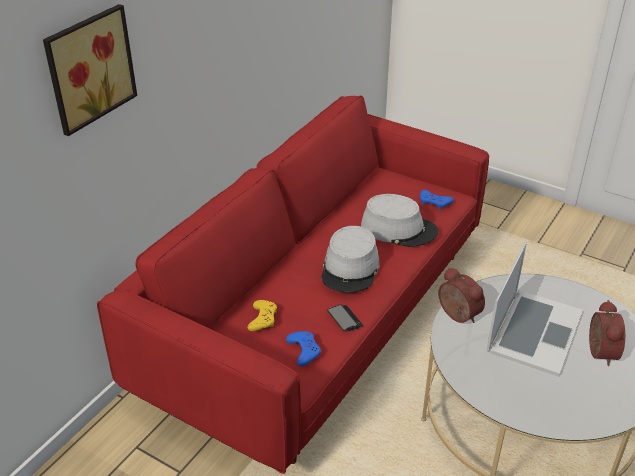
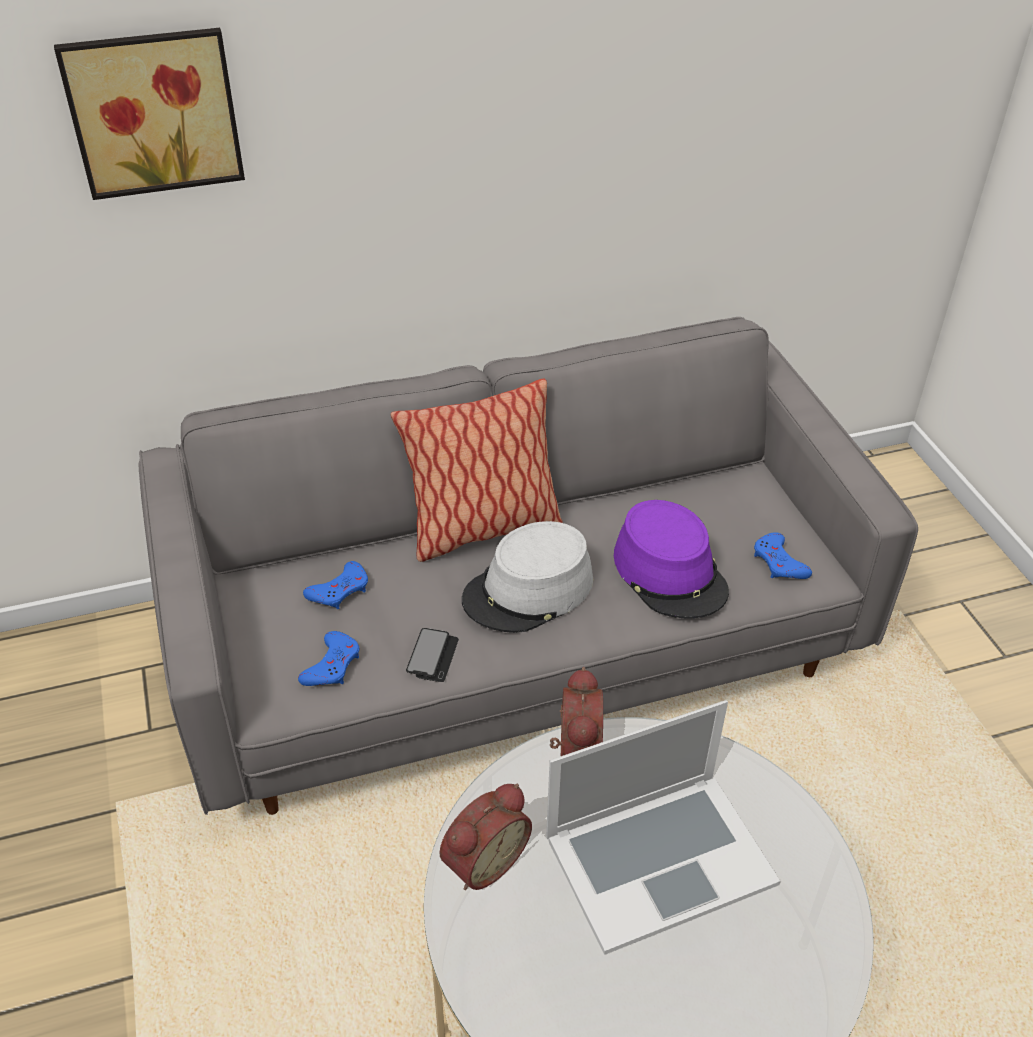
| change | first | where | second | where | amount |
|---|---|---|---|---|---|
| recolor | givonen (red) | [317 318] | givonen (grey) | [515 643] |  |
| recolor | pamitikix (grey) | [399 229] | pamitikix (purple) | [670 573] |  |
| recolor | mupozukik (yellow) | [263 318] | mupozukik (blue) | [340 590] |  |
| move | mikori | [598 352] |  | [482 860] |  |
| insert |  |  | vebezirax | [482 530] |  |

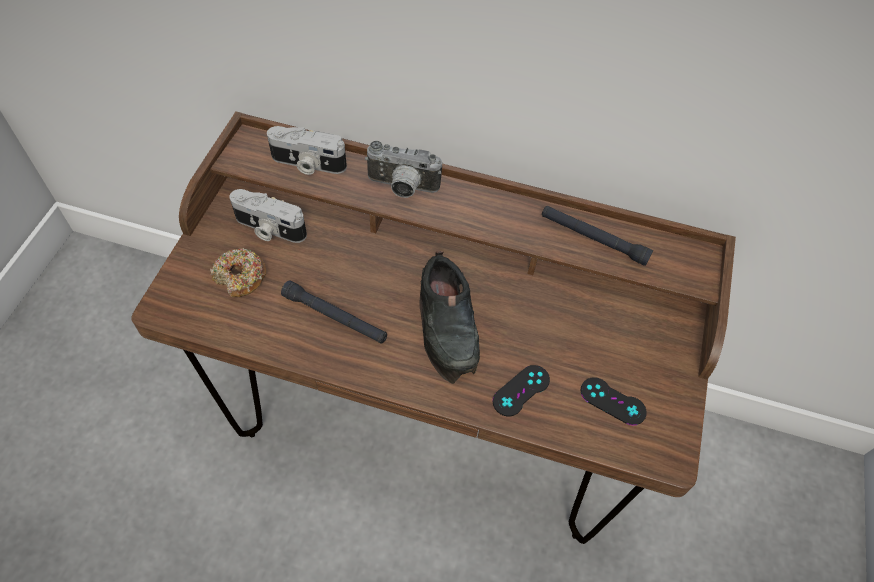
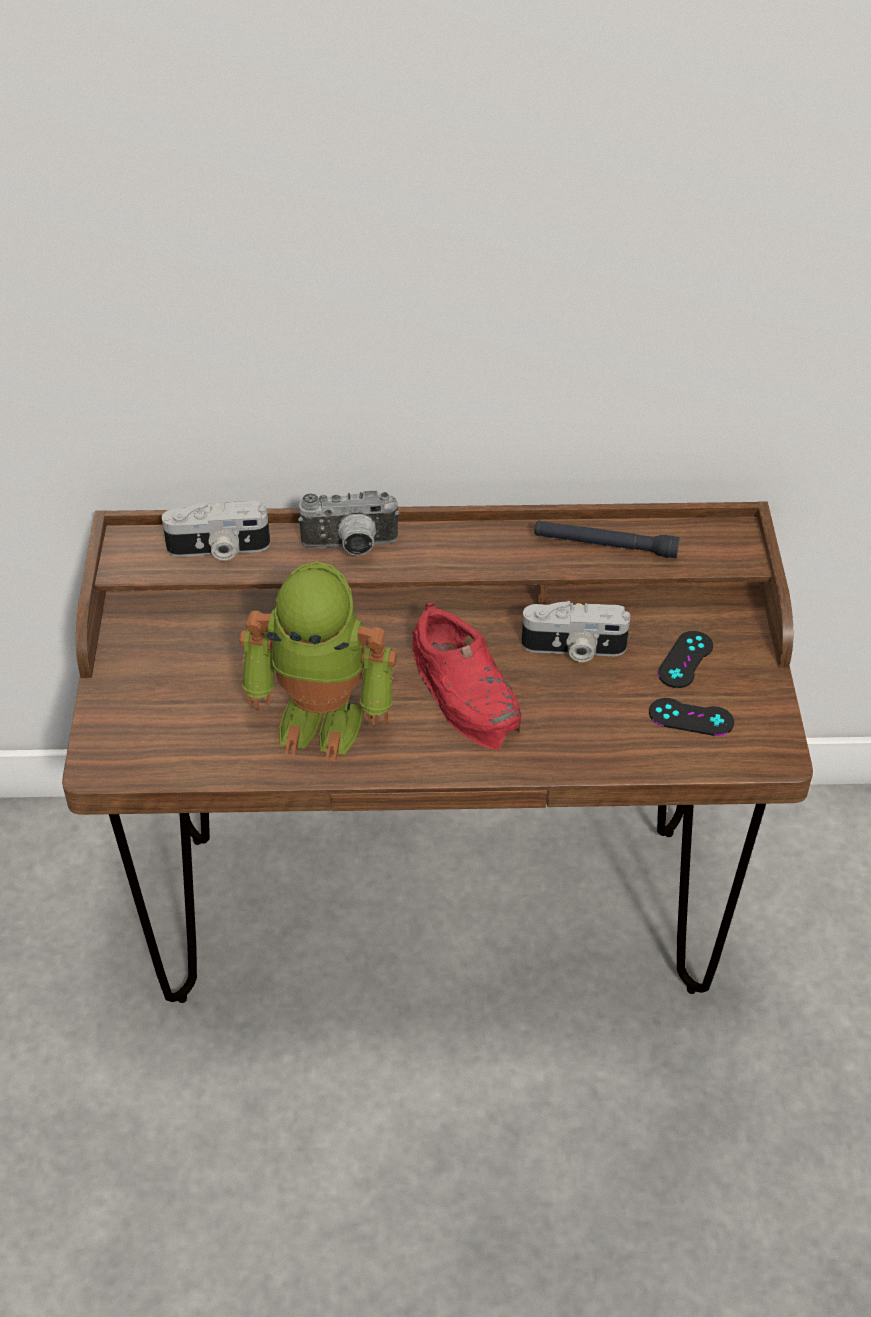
| change | first | where | second | where | amount |
|---|---|---|---|---|---|
| move | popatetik | [269 229] |  | [573 649] |  |
| delete | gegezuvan | [240 278] |  |  |  |
| recolor | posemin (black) | [448 324] | posemin (red) | [466 690] |  |
| replace | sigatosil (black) | [335 317] | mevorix | [323 718] |  |
| move | mupozukik (black) | [521 390] |  | [685 660] |  |

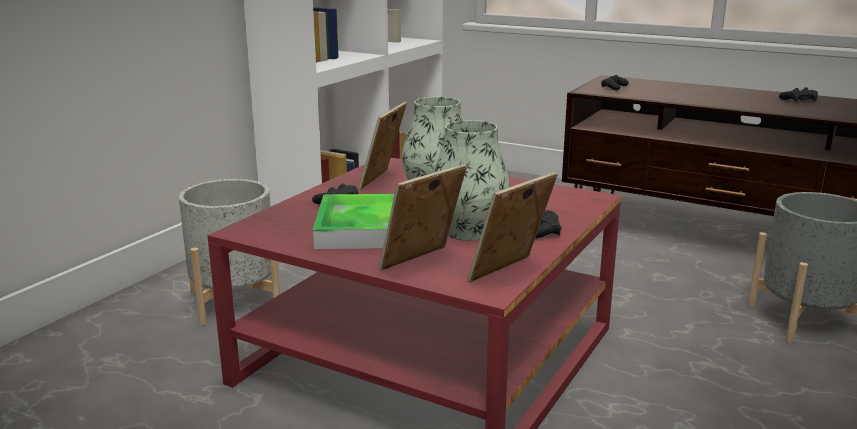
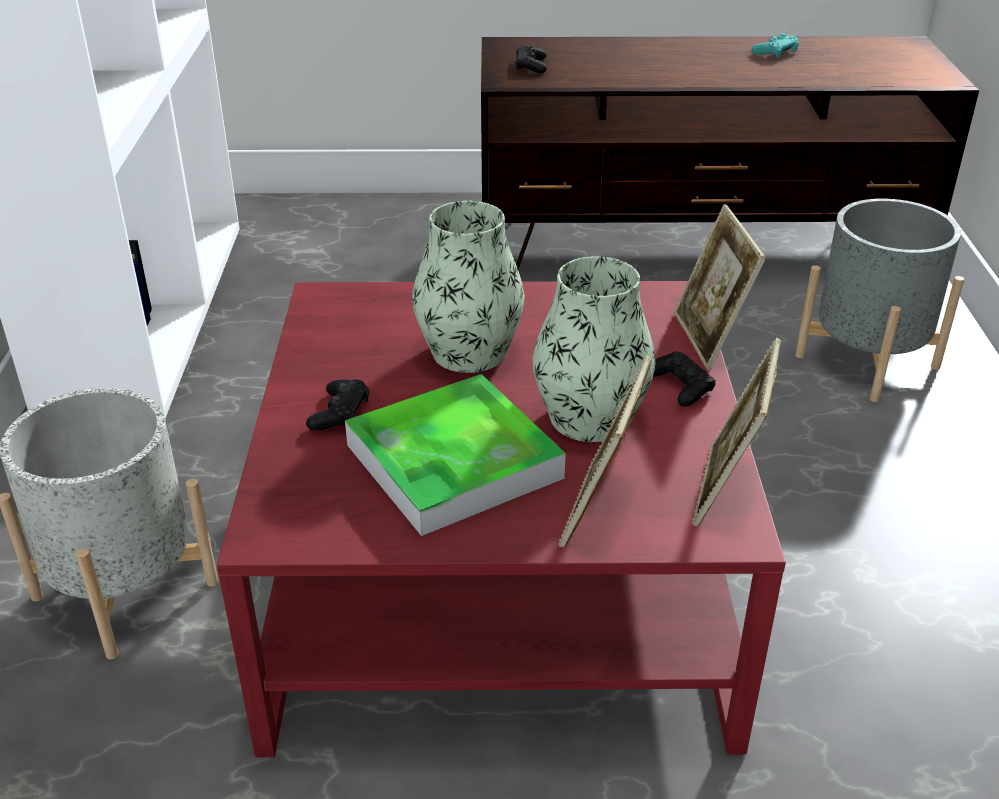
| change | first | where | second | where | amount |
|---|---|---|---|---|---|
| recolor | mupozukik (black) | [798 100] | mupozukik (turquoise) | [775 52] |  |
| move | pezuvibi | [383 181] |  | [710 339] |  |

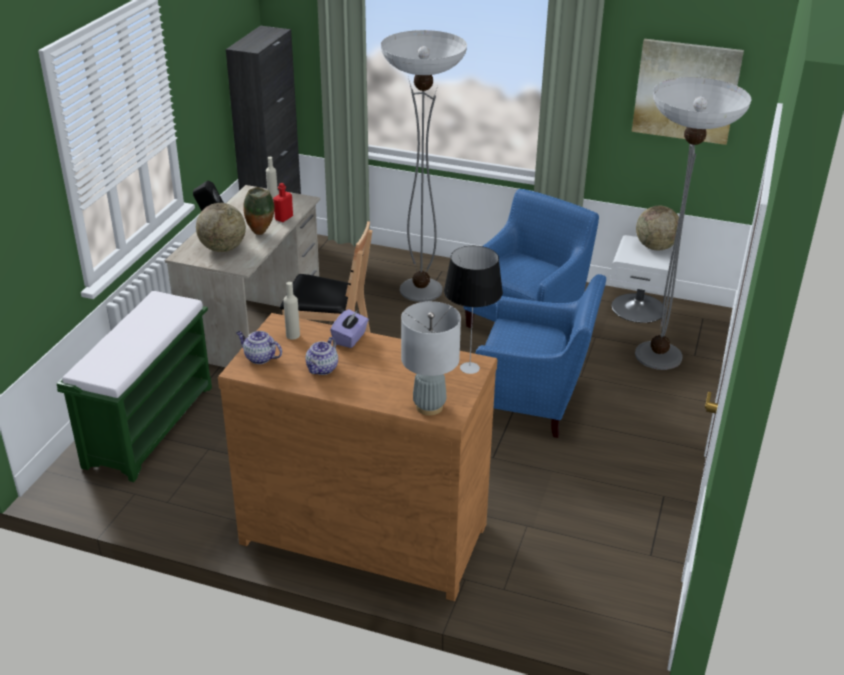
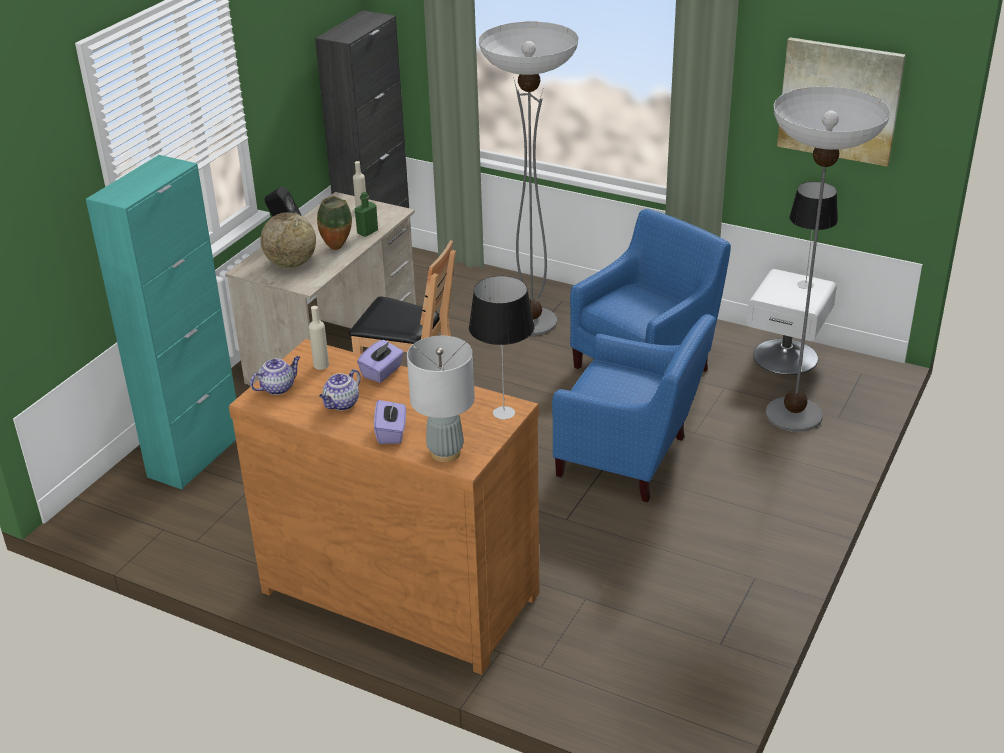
| change | first | where | second | where | amount |
|---|---|---|---|---|---|
| recolor | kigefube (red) | [284 218] | kigefube (green) | [367 232] |  |
| replace | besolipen | [655 247] | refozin | [806 285] |  |
| replace | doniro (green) | [150 425] | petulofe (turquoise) | [195 456] |  |
| rotate | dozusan | [259 358] |  | [278 387] | 105 degrees clockwise |
| insert |  |  | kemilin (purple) | [391 433] |  |

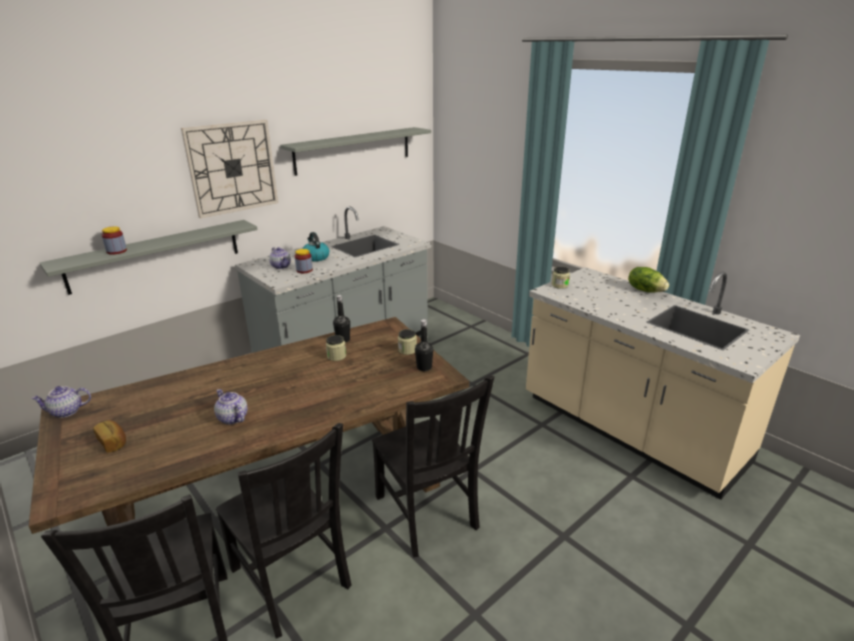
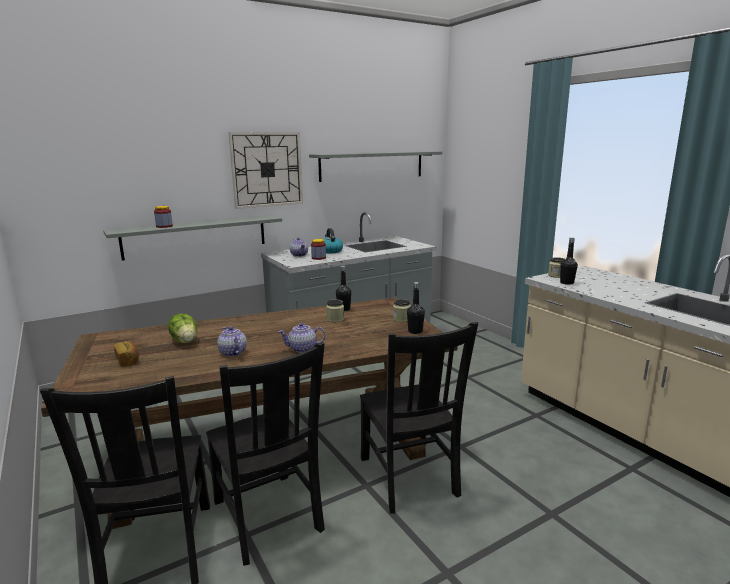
| change | first | where | second | where | amount |
|---|---|---|---|---|---|
| move | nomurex | [645 290] |  | [185 340] |  |
| move | dozusan | [66 412] |  | [302 349] |  |
| insert |  |  | kigefube (black) | [567 283] |  |

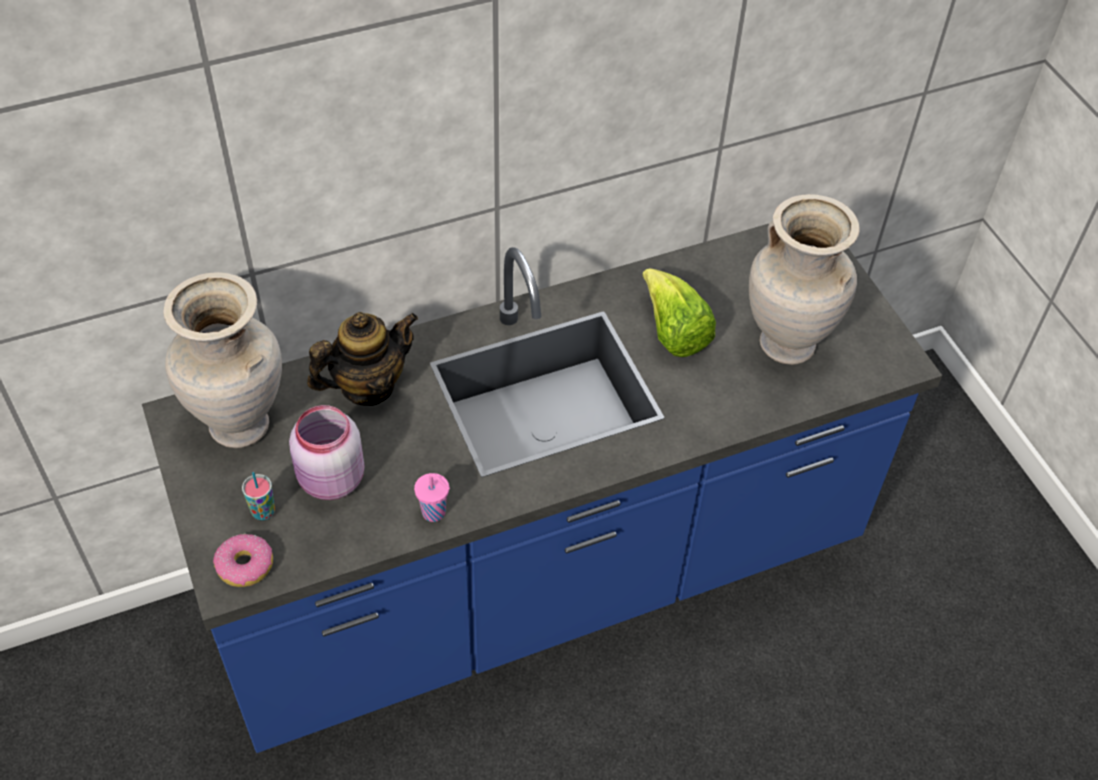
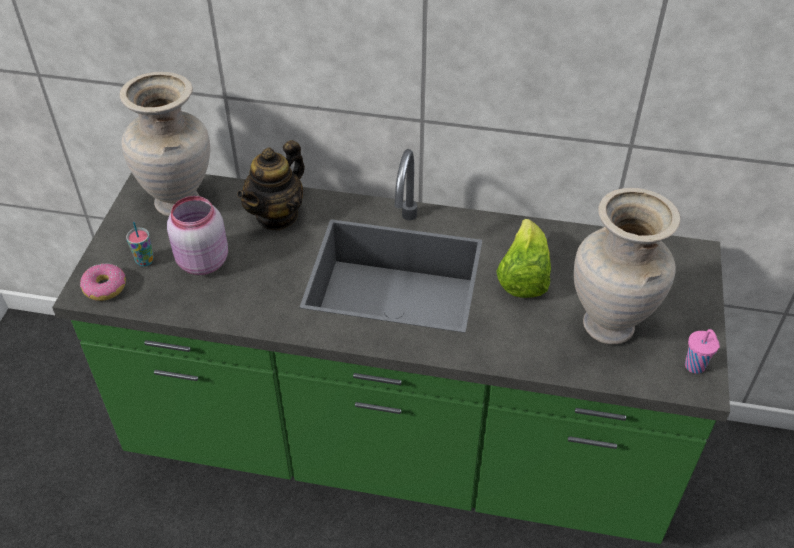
| change | first | where | second | where | amount |
|---|---|---|---|---|---|
| recolor | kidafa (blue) | [541 580] | kidafa (green) | [397 447] |  |
| rotate | dozusan | [367 385] |  | [277 215] | 120 degrees clockwise |
| move | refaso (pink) | [435 513] |  | [695 367] |  |

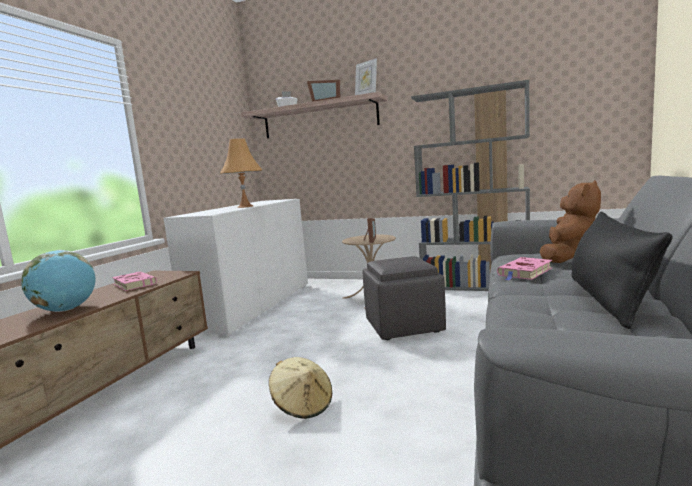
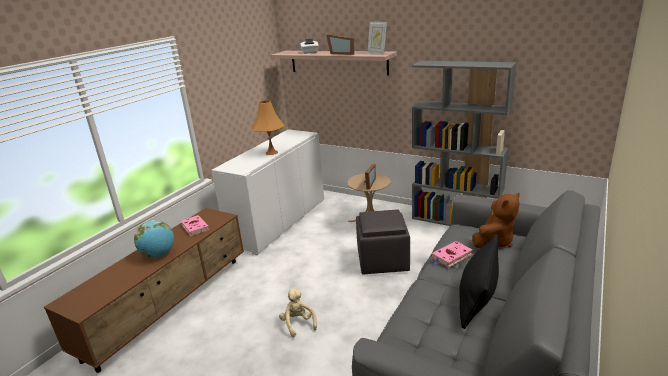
| change | first | where | second | where | amount |
|---|---|---|---|---|---|
| replace | pamitikix (beige) | [303 405] | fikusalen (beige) | [298 324] |  |

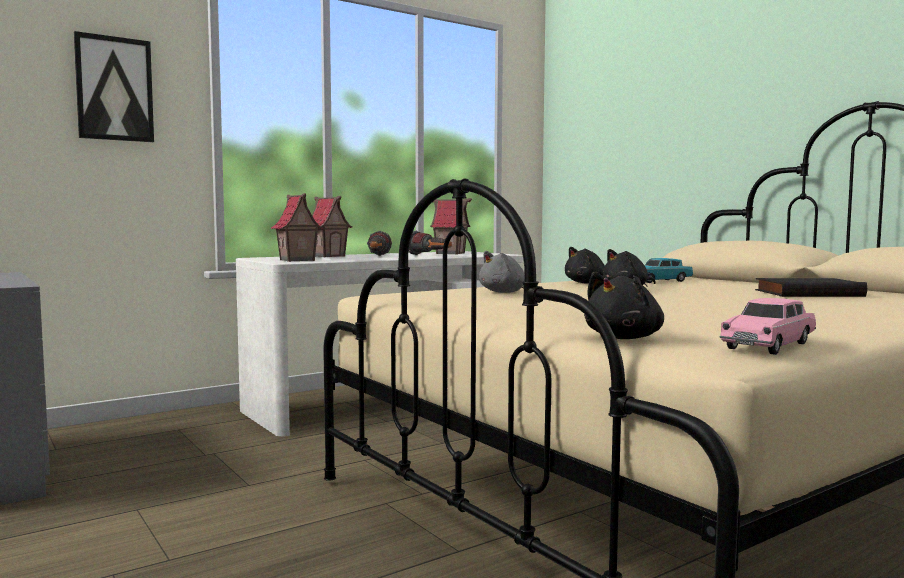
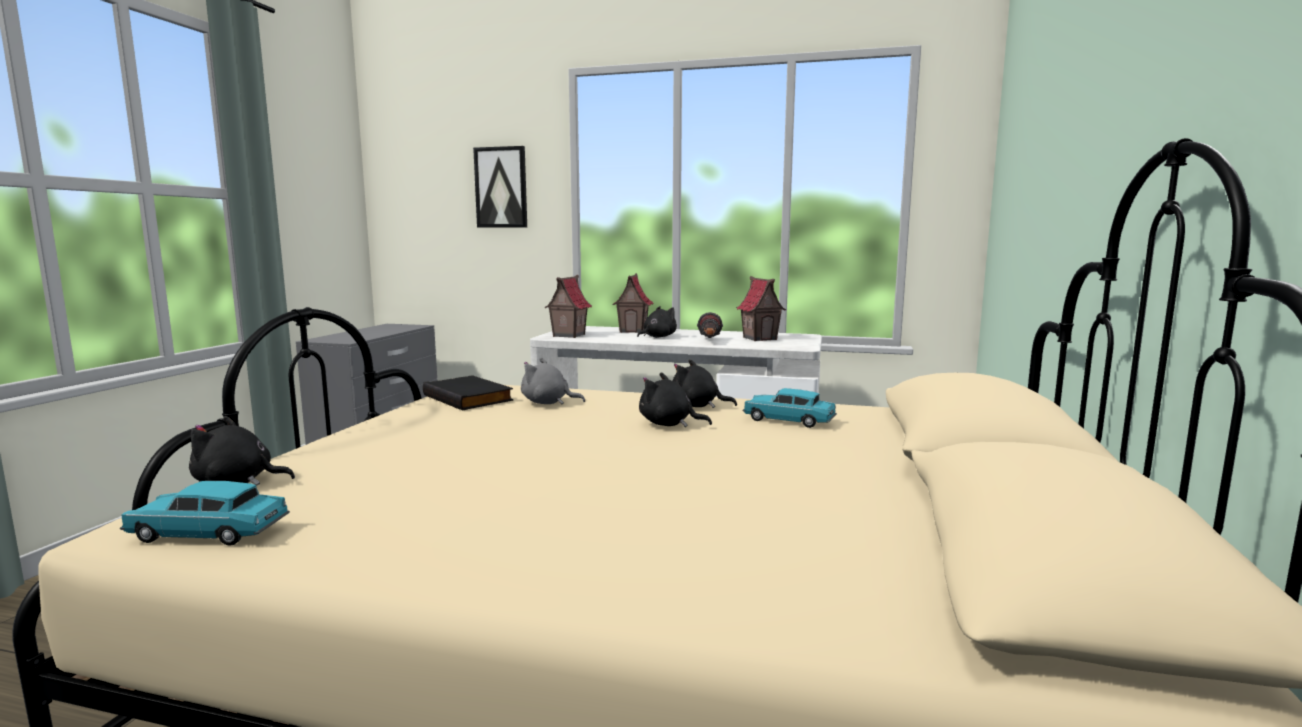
| change | first | where | second | where | amount |
|---|---|---|---|---|---|
| replace | sigatosil | [377 257] | fikusalen (black) | [657 337] |  |
| move | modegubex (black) | [808 293] |  | [470 398] |  |
| recolor | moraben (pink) | [769 346] | moraben (turquoise) | [209 534] |  |

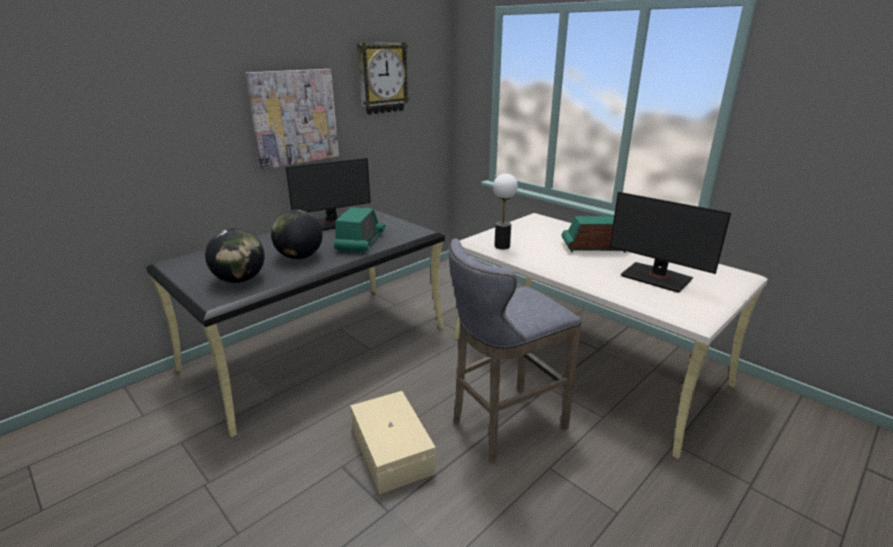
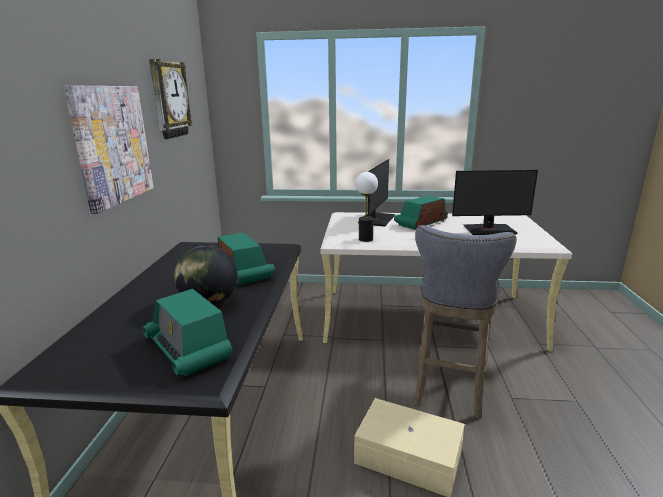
| change | first | where | second | where | amount |
|---|---|---|---|---|---|
| move | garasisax | [333 223] |  | [376 219] |  |
| replace | besolipen | [240 280] | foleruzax | [188 349] |  |

